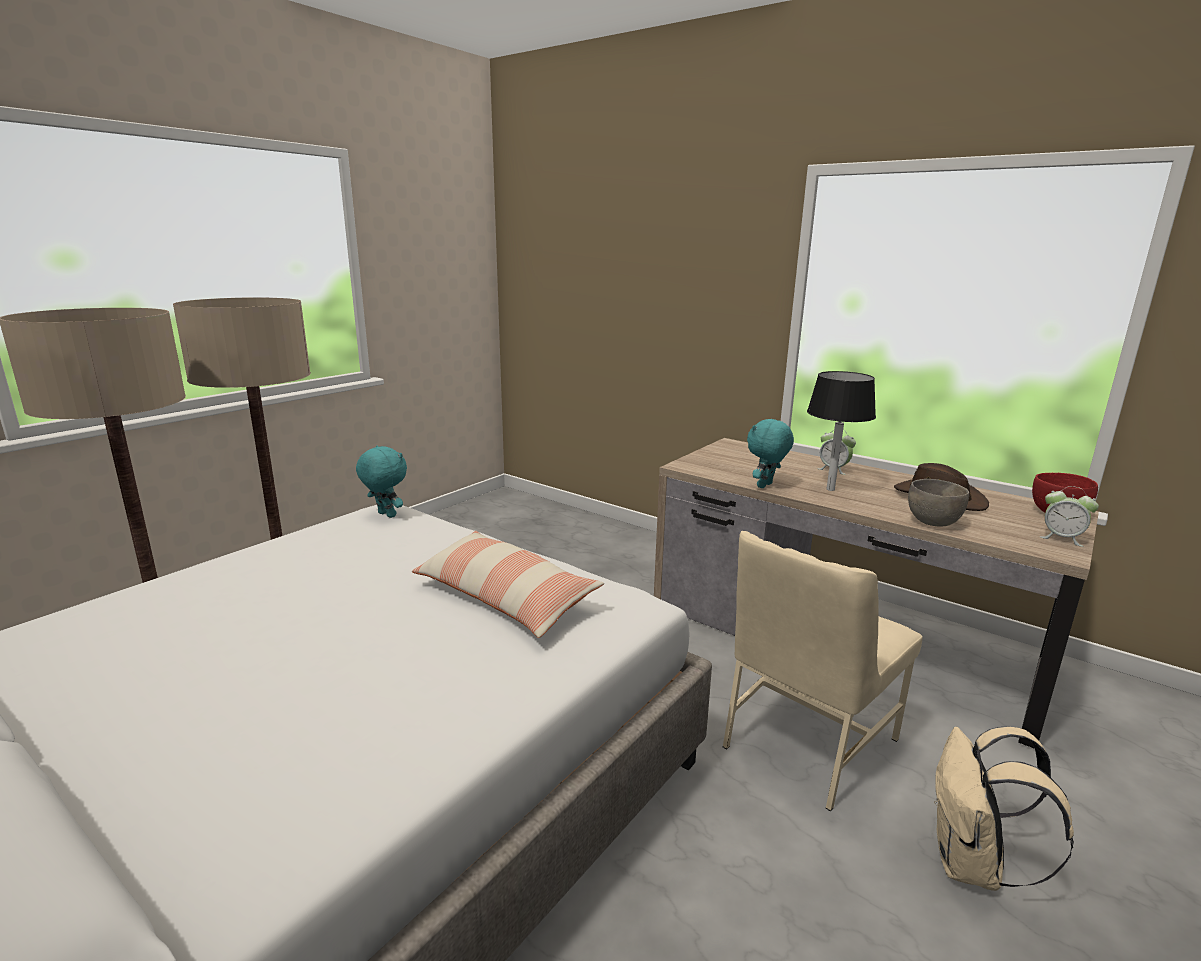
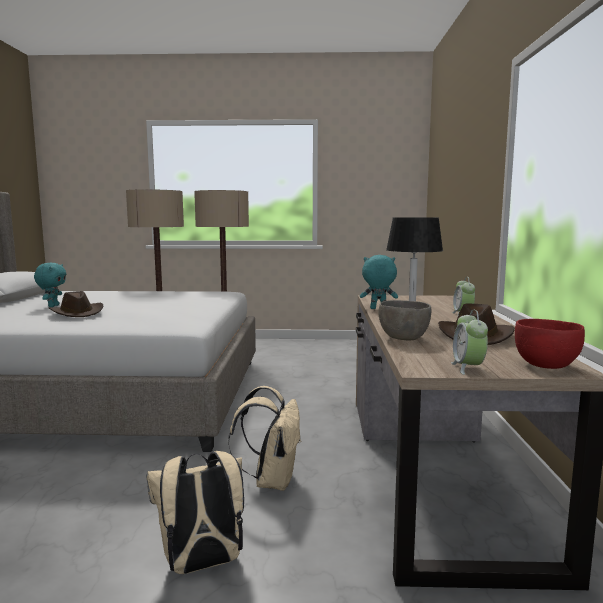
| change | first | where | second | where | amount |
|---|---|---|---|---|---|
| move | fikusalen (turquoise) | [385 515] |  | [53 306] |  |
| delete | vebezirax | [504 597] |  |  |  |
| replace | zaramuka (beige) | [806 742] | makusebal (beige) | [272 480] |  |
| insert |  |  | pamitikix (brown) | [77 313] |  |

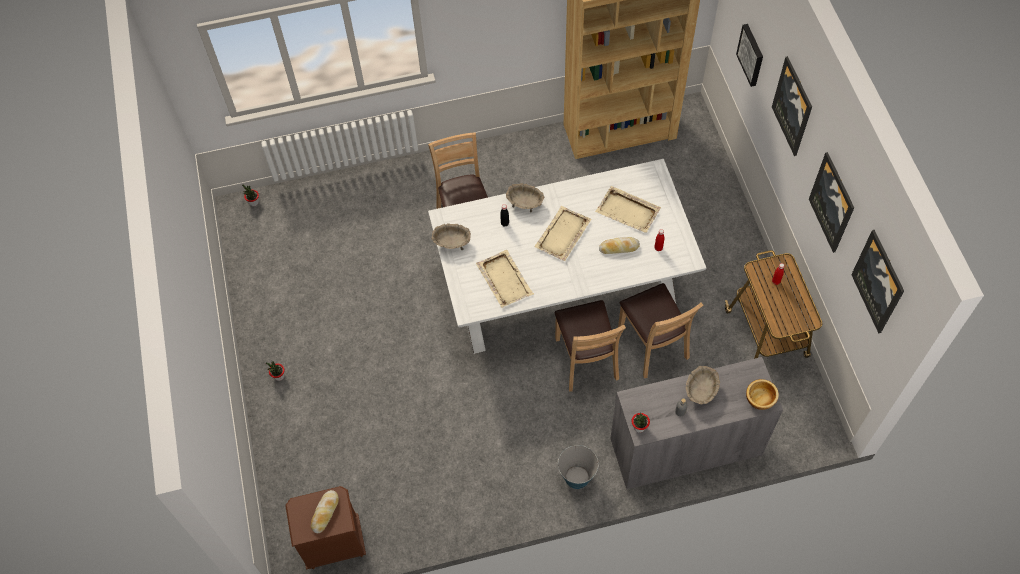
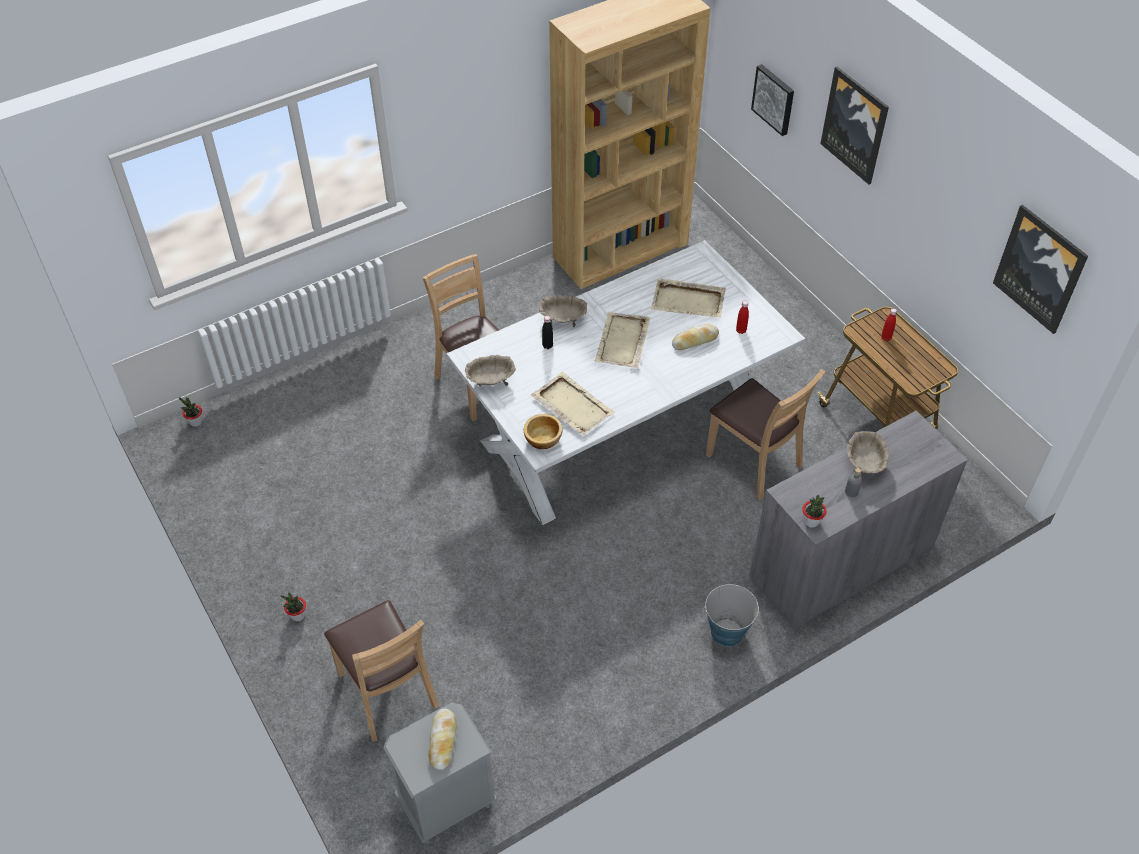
| change | first | where | second | where | amount |
|---|---|---|---|---|---|
| delete | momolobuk | [832 202] |  |  |  |
| move | zaramuka (brown) | [586 360] |  | [387 692] |  |
| move | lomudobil | [760 398] |  | [543 438] |  |
| recolor | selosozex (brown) | [333 544] | selosozex (grey) | [445 803] |  |

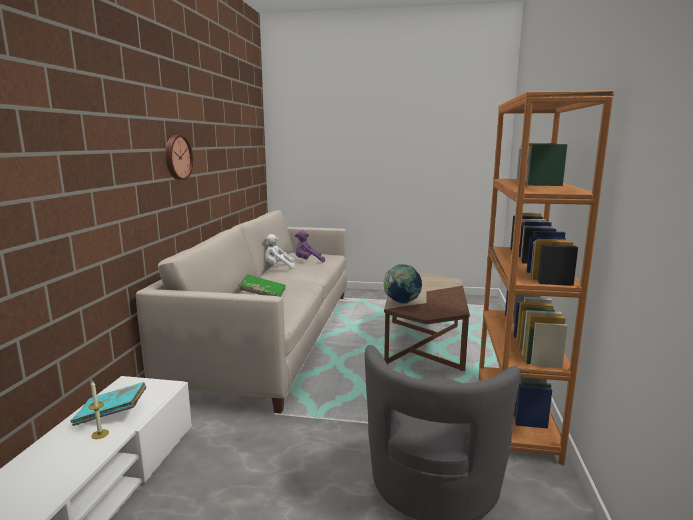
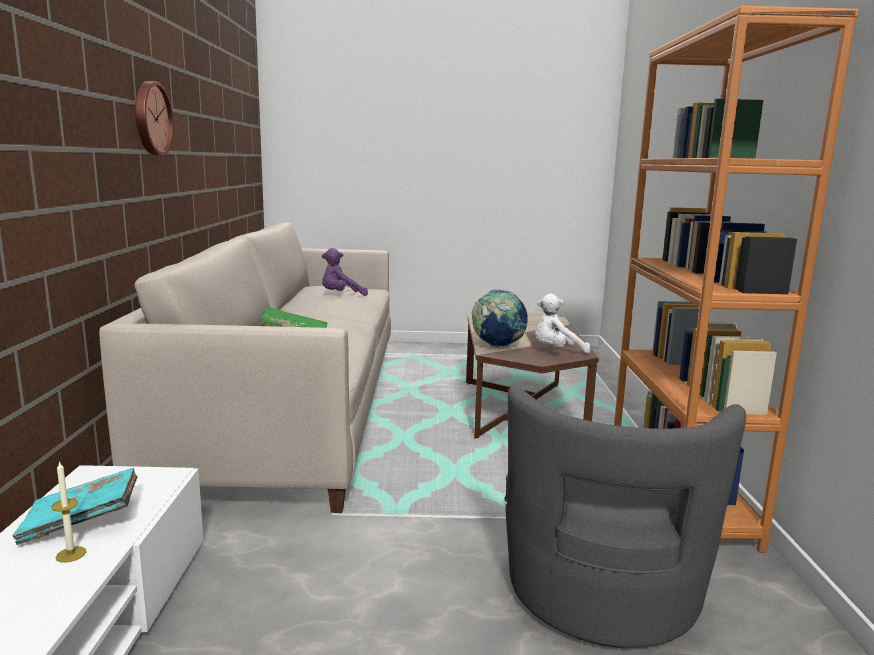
| change | first | where | second | where | amount |
|---|---|---|---|---|---|
| move | fikusalen (white) | [278 267] |  | [556 351] |  |

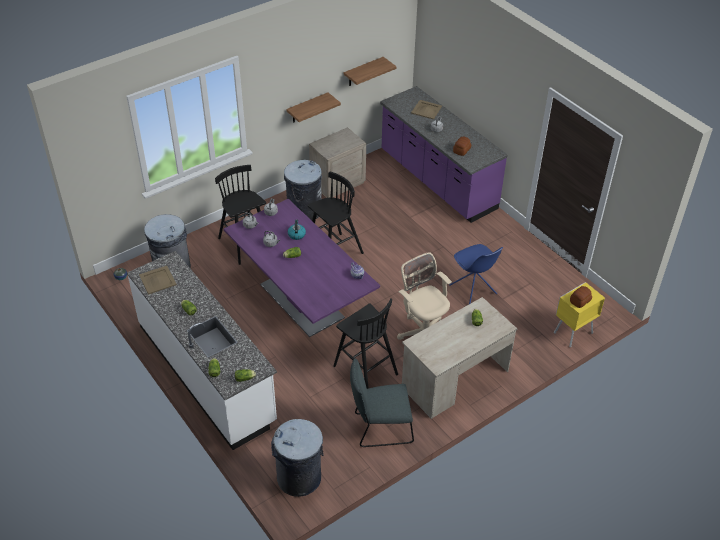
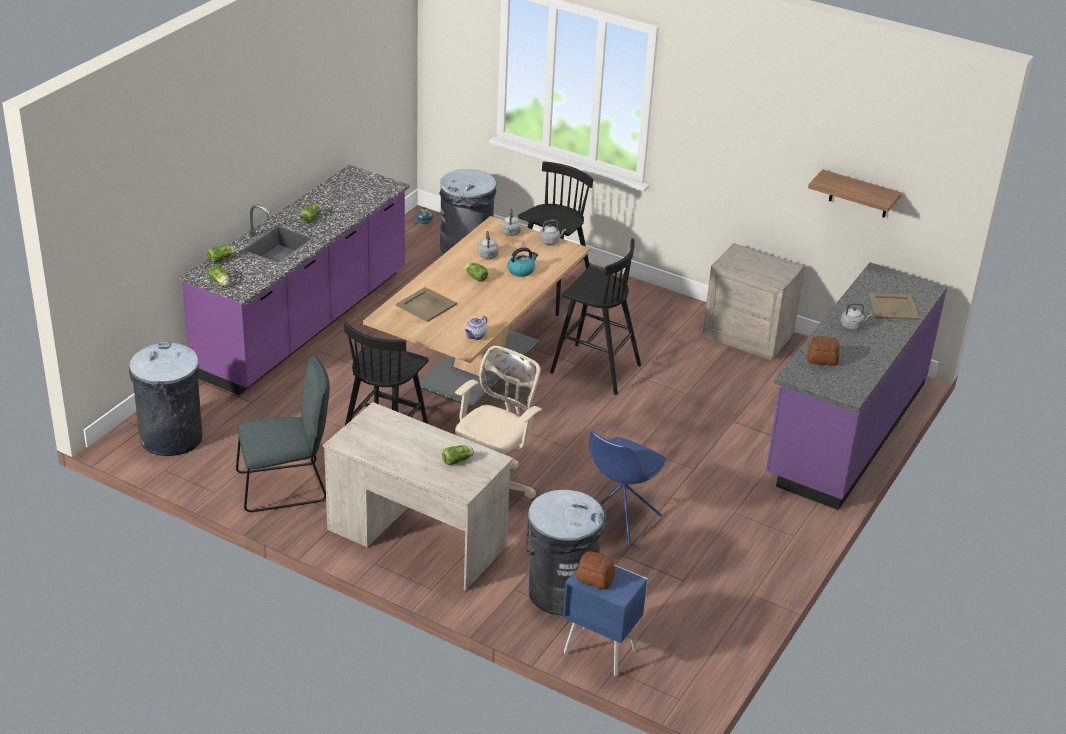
| change | first | where | second | where | amount |
|---|---|---|---|---|---|
| delete | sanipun | [307 108] |  |  |  |
| move | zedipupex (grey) | [304 211] |  | [562 592] |  |
| recolor | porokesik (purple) | [301 301] | porokesik (beige) | [478 365] |  |
| recolor | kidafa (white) | [207 373] | kidafa (purple) | [305 324] |  |
| move | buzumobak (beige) | [157 280] |  | [425 305] |  |
| recolor | selosozex (yellow) | [572 333] | selosozex (blue) | [599 651] |  |
| rotate | zaramuka (grey) | [380 428] |  | [286 487] | 105 degrees clockwise |

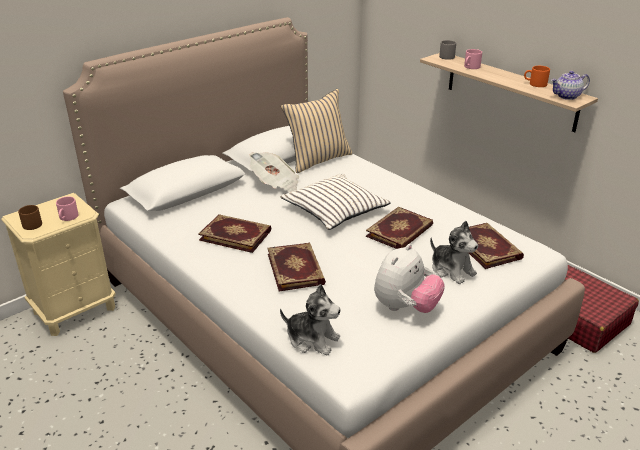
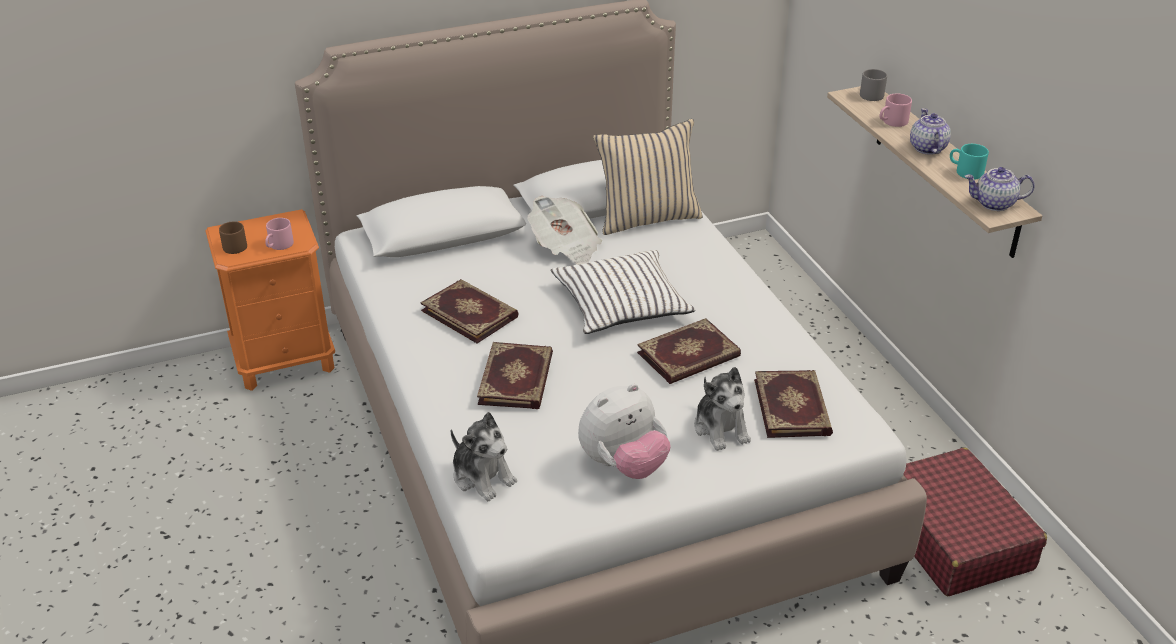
| change | first | where | second | where | amount |
|---|---|---|---|---|---|
| recolor | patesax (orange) | [535 84] | patesax (turquoise) | [965 171] |  |
| recolor | selosozex (beige) | [74 310] | selosozex (orange) | [285 361] |  |
| insert |  |  | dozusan | [927 148] |  |

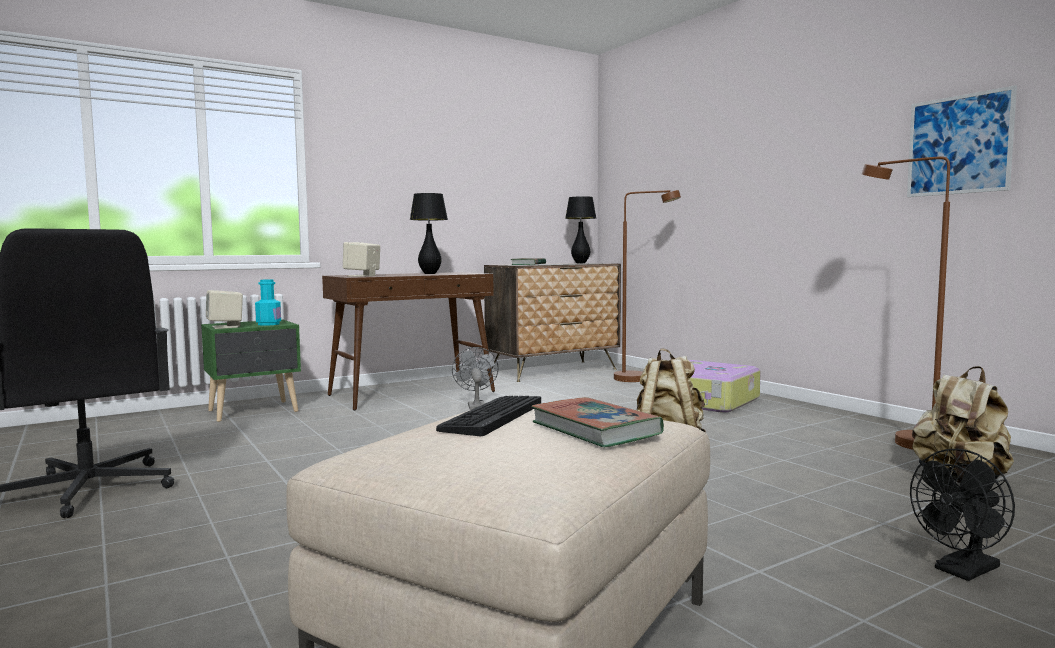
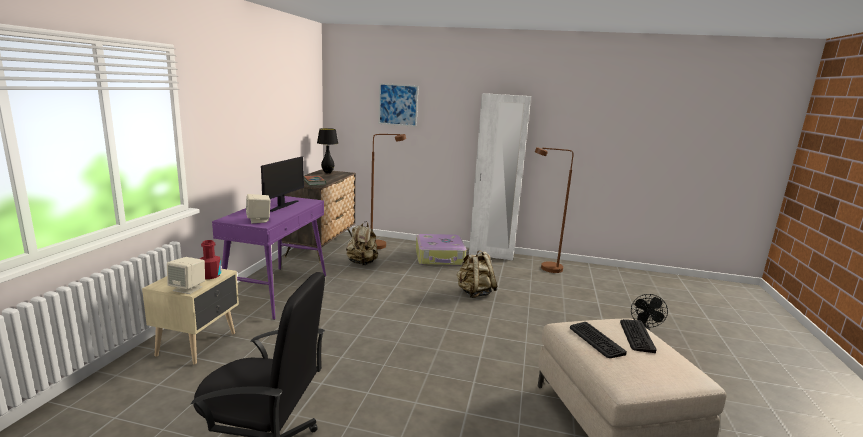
| change | first | where | second | where | amount |
|---|---|---|---|---|---|
| move | momolobuk | [959 145] |  | [398 105] |  |
| replace | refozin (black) | [429 273] | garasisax | [283 206] |  |
| recolor | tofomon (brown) | [412 393] | tofomon (purple) | [277 291] |  |
| recolor | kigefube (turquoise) | [268 324] | kigefube (red) | [210 275] |  |
| recolor | selosozex (green) | [255 411] | selosozex (beige) | [199 344] |  |
| delete | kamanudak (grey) | [475 406] |  |  |  |
| move | makusebal (beige) | [960 481] |  | [362 263] |  |
| replace | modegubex | [595 429] | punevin | [636 336] |  |
| insert |  |  | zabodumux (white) | [491 254] |  |

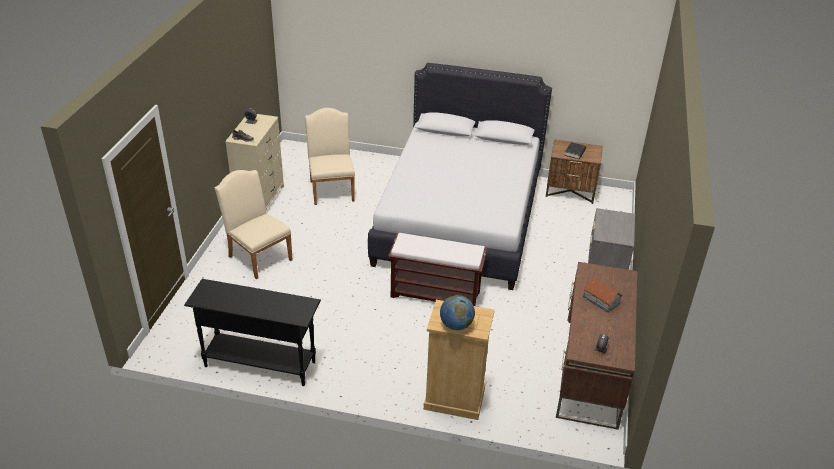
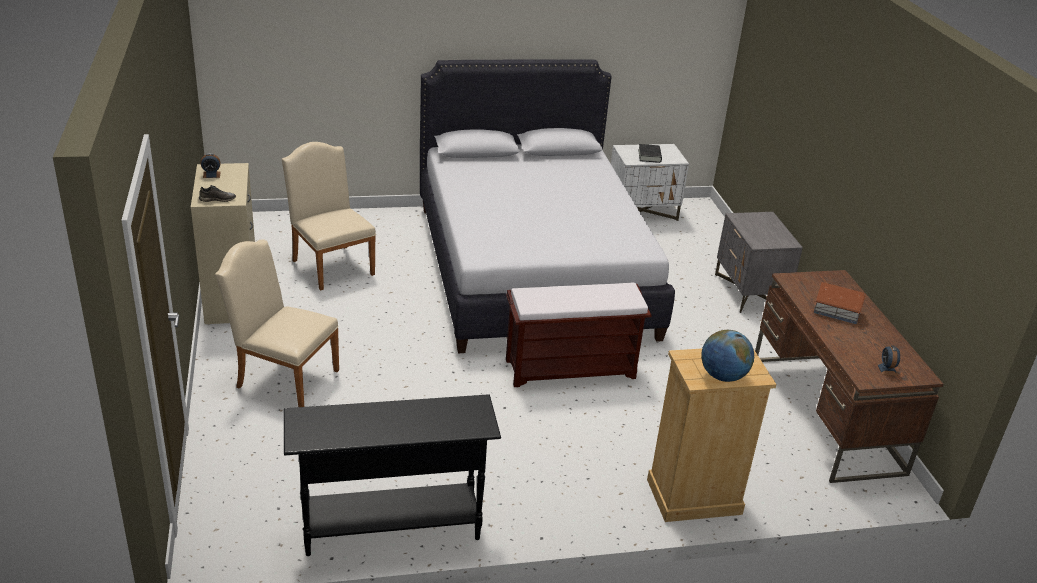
| change | first | where | second | where | amount |
|---|---|---|---|---|---|
| recolor | selosozex (brown) | [570 191] | selosozex (white) | [642 211] |  |

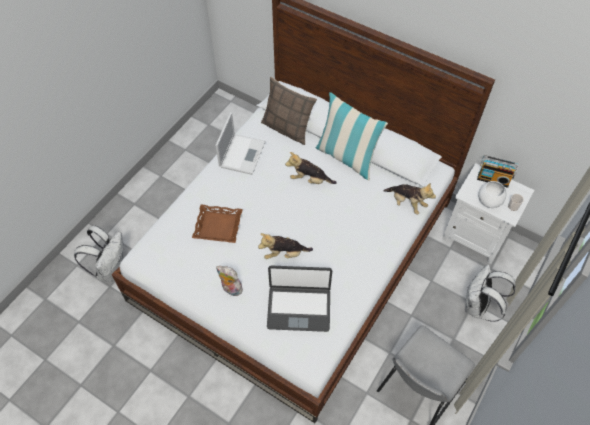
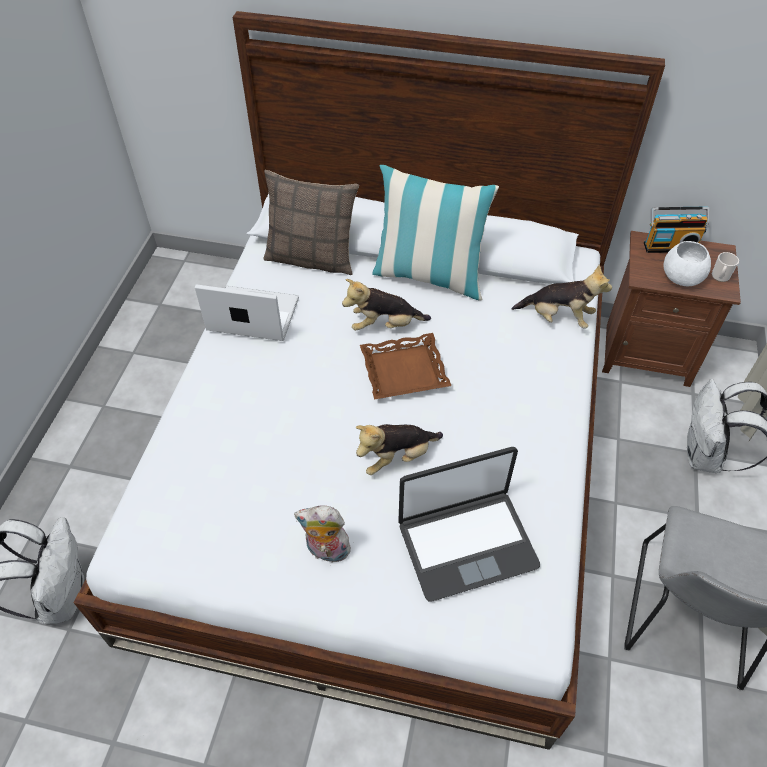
| change | first | where | second | where | amount |
|---|---|---|---|---|---|
| rotate | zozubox | [242 153] |  | [251 315] | 75 degrees counterclockwise |
| recolor | selosozex (white) | [475 235] | selosozex (brown) | [646 353] |  |
| move | buzumobak (brown) | [218 226] |  | [404 370] |  |

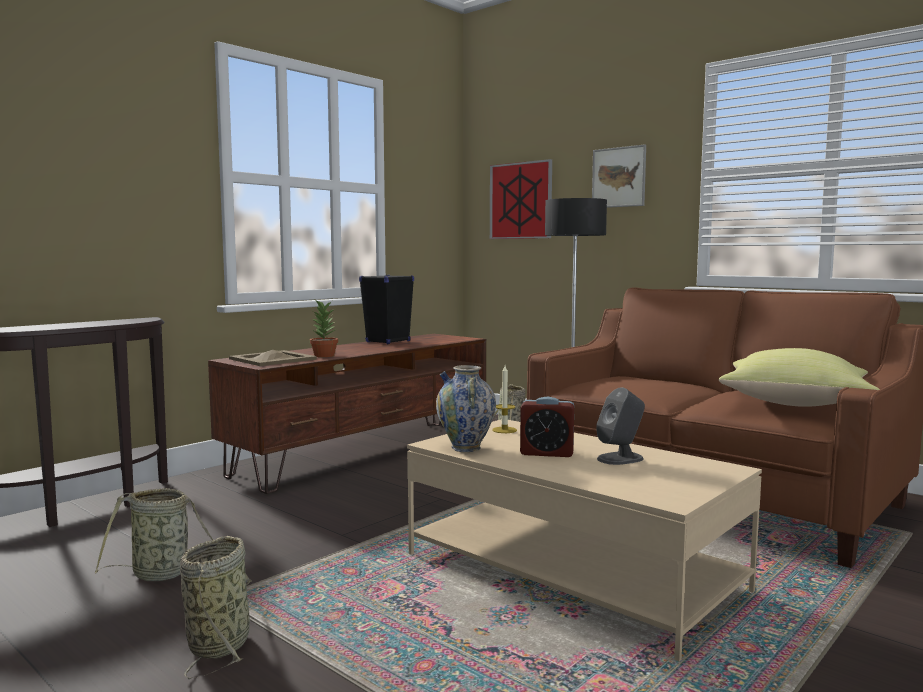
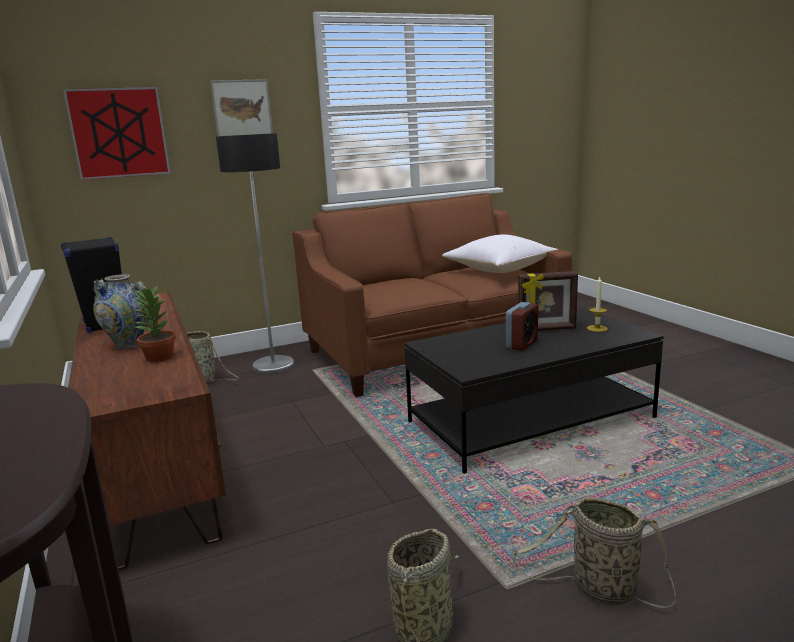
| change | first | where | second | where | amount |
|---|---|---|---|---|---|
| recolor | vebezirax (yellow) | [796 403] | vebezirax (white) | [499 270] |  |
| delete | buzumobak (beige) | [272 359] |  |  |  |
| move | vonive | [466 448] |  | [129 345] |  |
| move | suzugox | [504 430] |  | [597 328] |  |
| replace | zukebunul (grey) | [620 458] | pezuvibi | [547 329] |  |
| recolor | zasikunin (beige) | [572 573] | zasikunin (black) | [530 420] |  |

